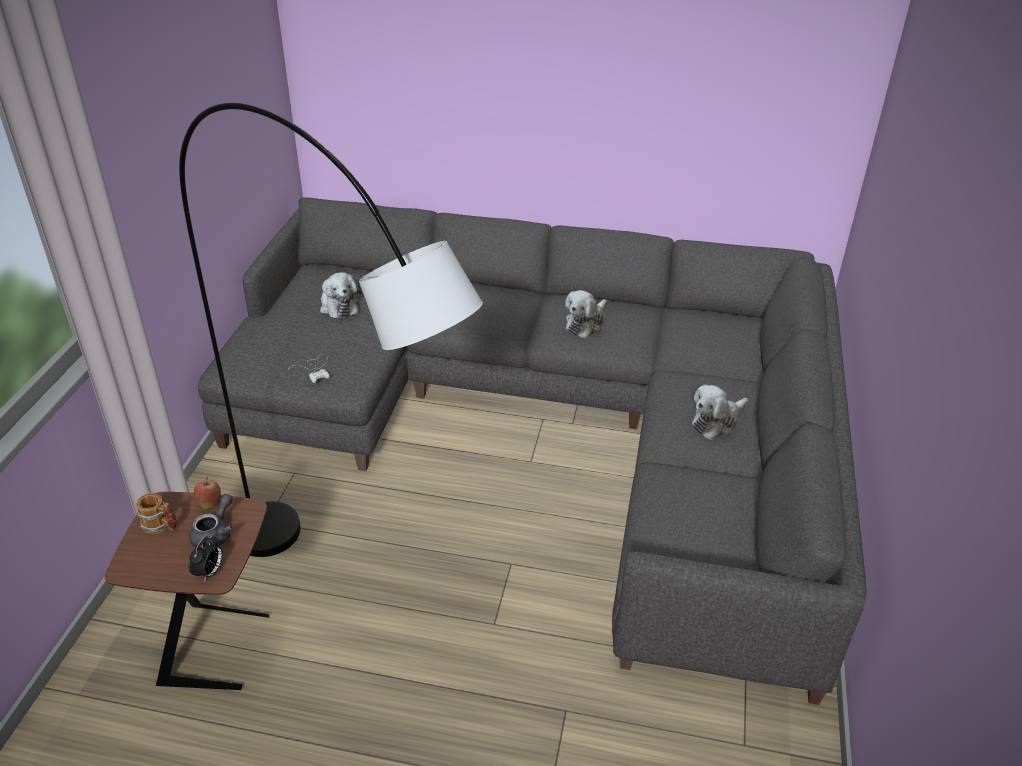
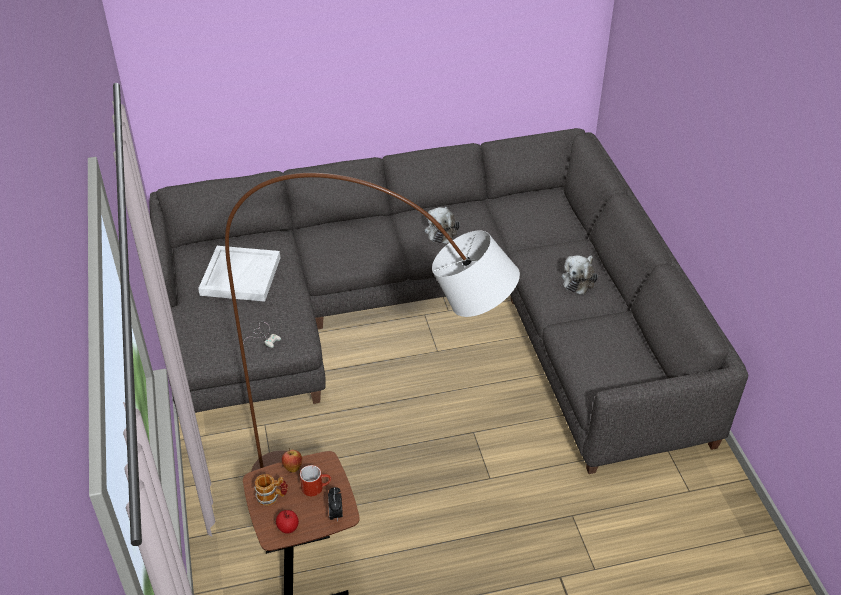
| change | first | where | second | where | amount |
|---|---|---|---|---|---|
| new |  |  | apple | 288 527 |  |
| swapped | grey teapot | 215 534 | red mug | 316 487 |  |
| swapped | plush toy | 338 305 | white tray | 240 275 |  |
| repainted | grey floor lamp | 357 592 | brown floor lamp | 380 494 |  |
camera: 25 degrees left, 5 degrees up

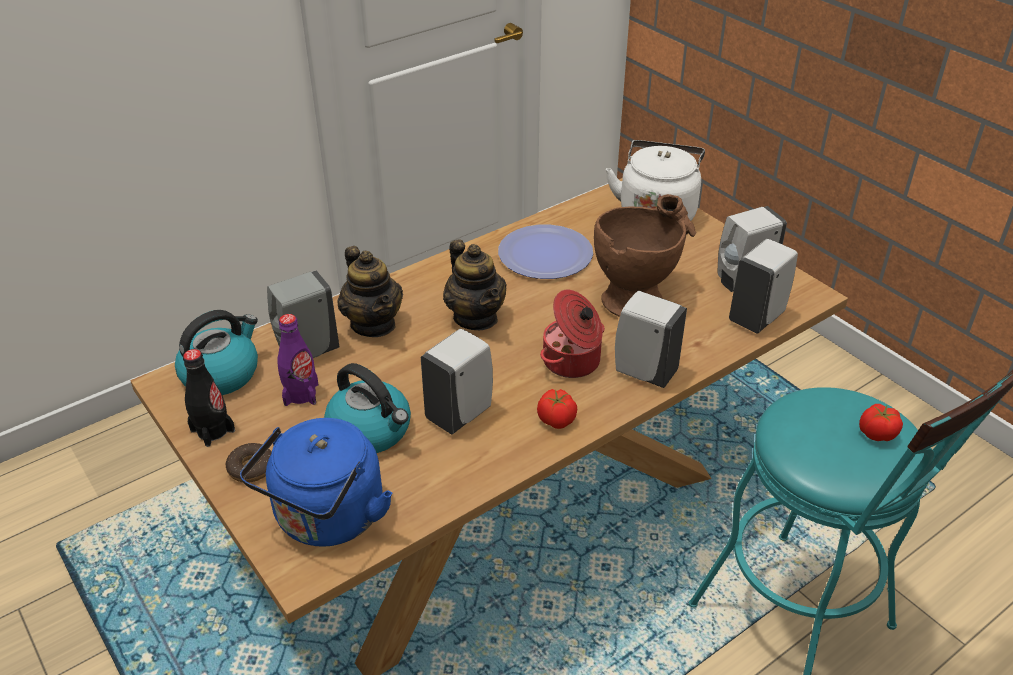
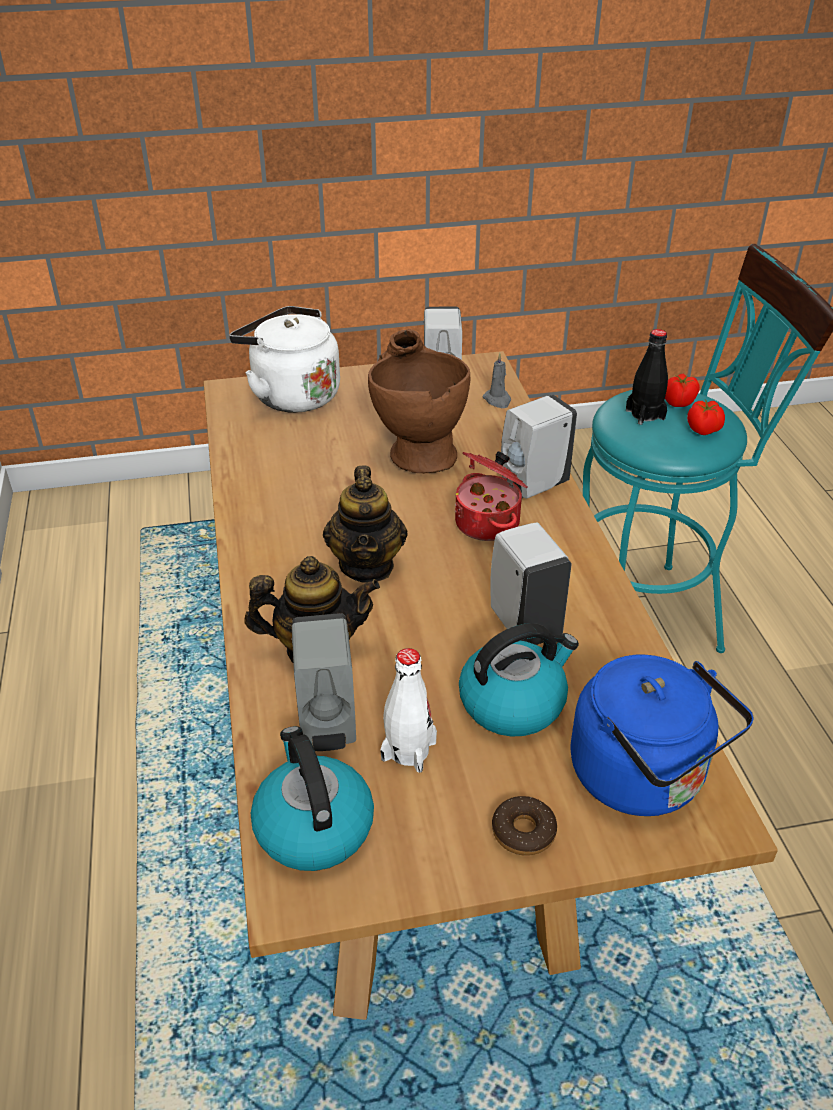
| change | first | where | second | where | amount |
|---|---|---|---|---|---|
| gone | plate | 545 254 |  |  |  |
| shifted | black bottle | 212 430 |  | 645 414 |  |
| shifted | tomato | 556 421 |  | 703 430 |  |
| swapped | white soap dispenser | 757 317 | grey candle | 497 400 |  |
| repainted | purple bottle | 301 394 | white bottle | 409 750 |  |
| rotated | teapot | 476 317 |  | 367 565 | 90 degrees clockwise |
camera: 65 degrees left, 0 degrees up

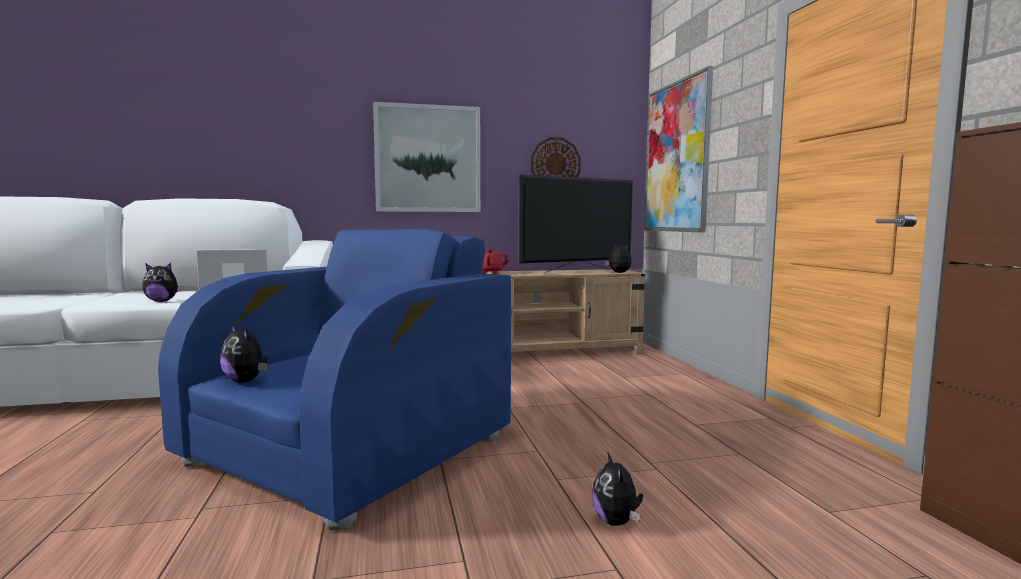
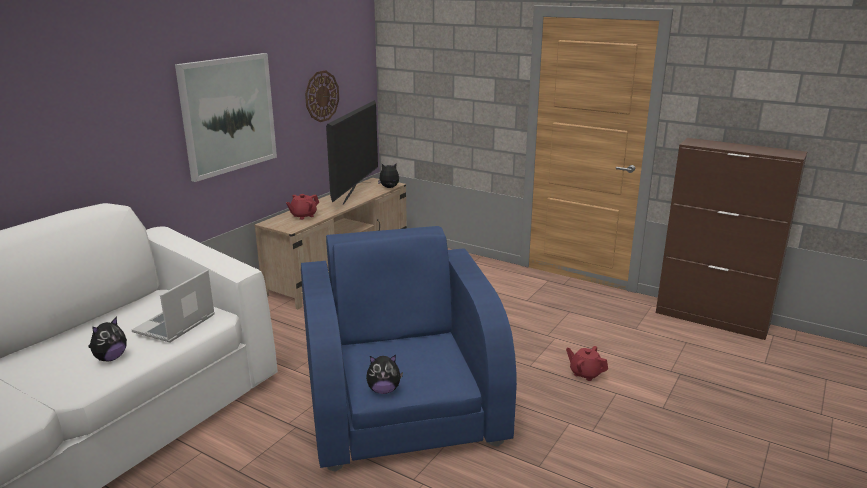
| change | first | where | second | where | amount |
|---|---|---|---|---|---|
| gone | picture | 676 157 |  |  |  |
| swapped | plush toy | 616 522 | red teapot | 585 373 |  |
camera: 45 degrees left, 15 degrees up

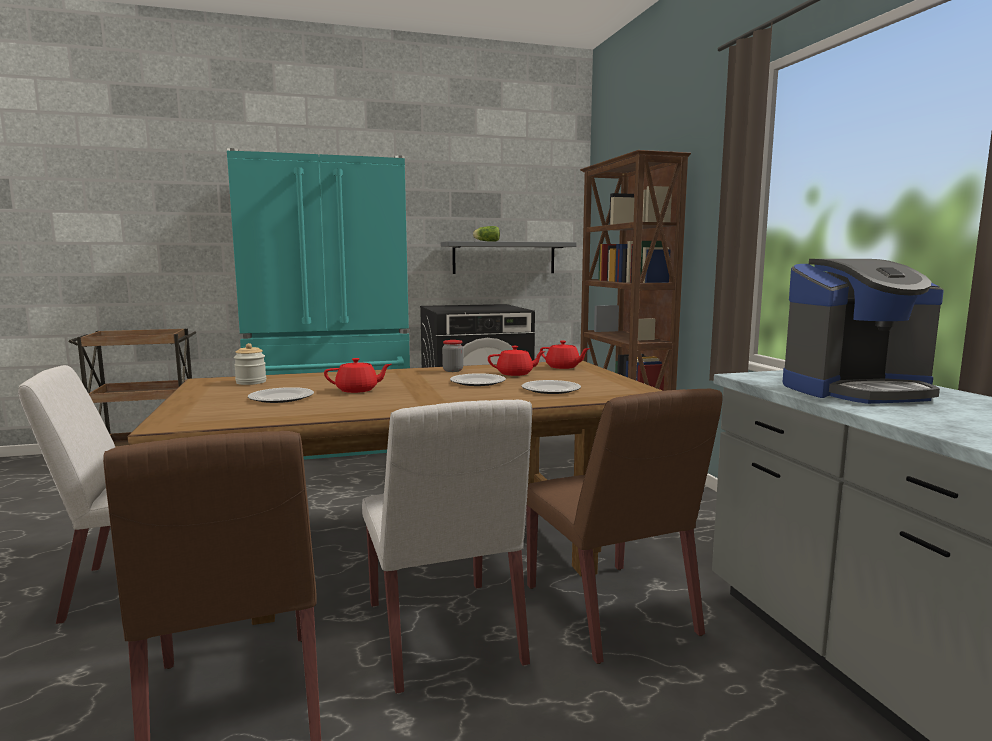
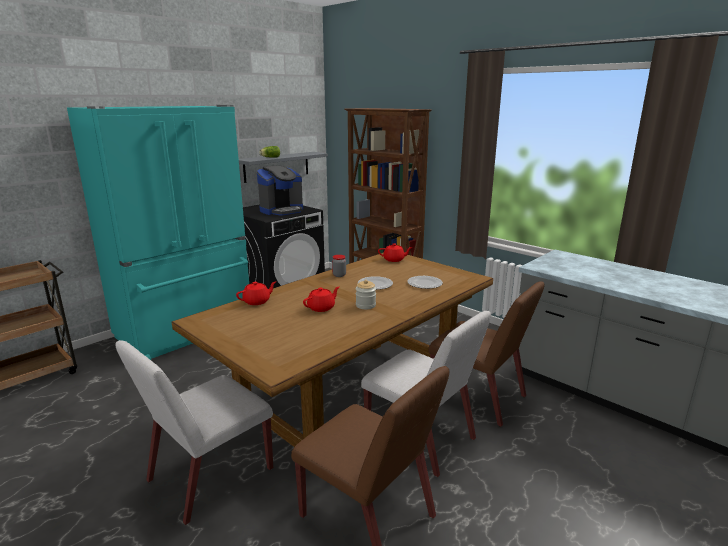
| change | first | where | second | where | amount |
|---|---|---|---|---|---|
| gone | plate | 282 398 |  |  |  |
| shifted | jar | 251 382 |  | 365 305 |  |
| shifted | red teapot | 515 374 |  | 257 301 |  |
| shifted | coffee machine | 856 390 |  | 282 210 |  |
camera: 30 degrees left, 10 degrees up

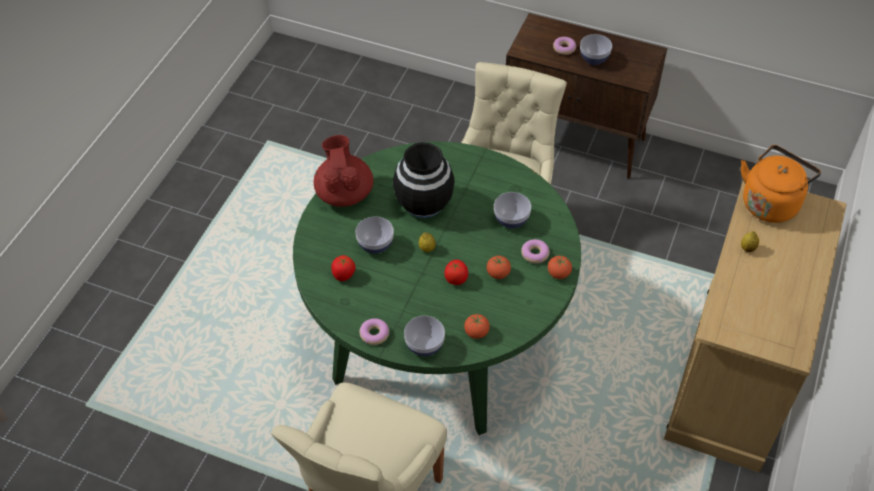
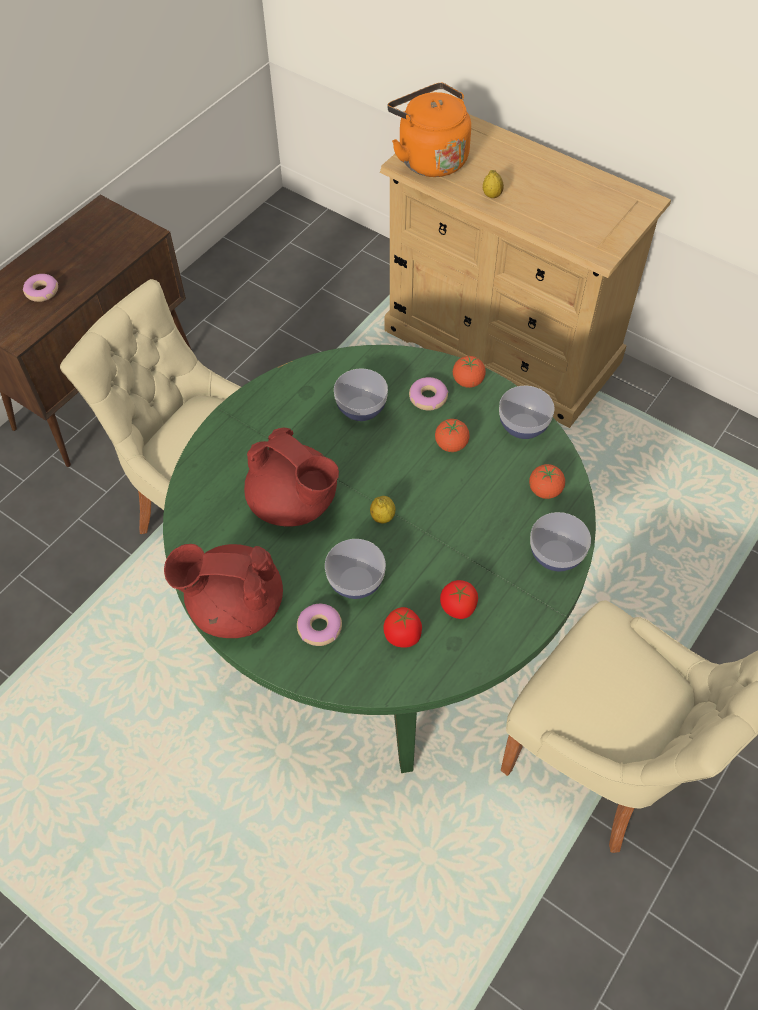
| change | first | where | second | where | amount |
|---|---|---|---|---|---|
| shifted | donut | 374 334 |  | 319 627 |  |
| shifted | tomato | 456 279 |  | 457 608 |  |
| shifted | bowl | 594 59 |  | 523 426 |  |
| swapped | black vase | 424 203 | red teapot | 294 503 |  |
camera: 75 degrees left, 5 degrees up

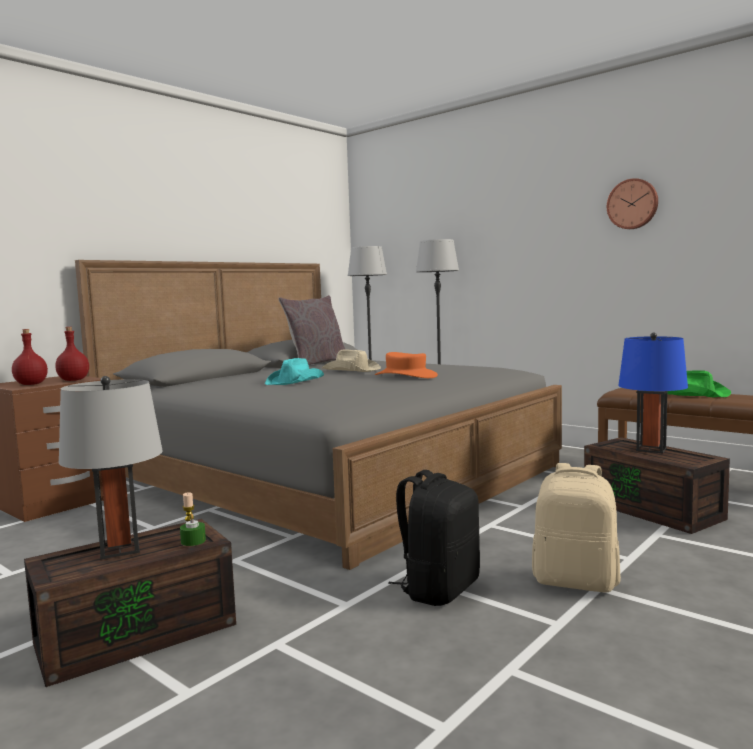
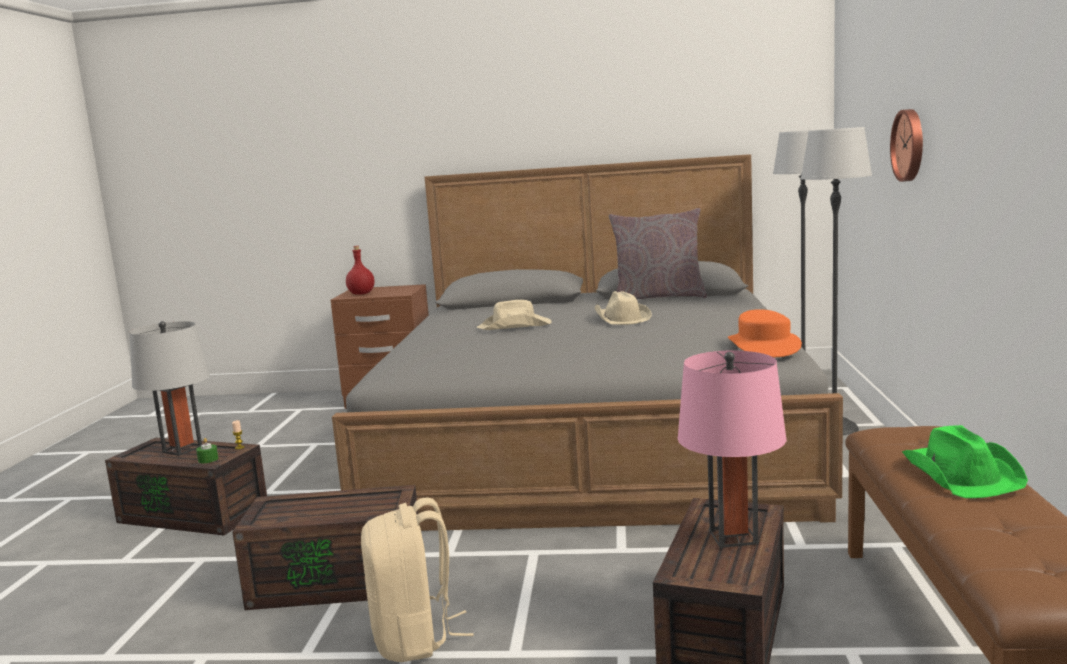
| change | first | where | second | where | amount |
|---|---|---|---|---|---|
| gone | red bottle | 73 380 |  |  |  |
| shifted | orange hat | 406 376 |  | 764 346 |  |
| shifted | wall clock | 633 204 |  | 910 145 |  |
| swapped | black backpack | 439 589 | brown storage box | 341 581 |  |
| repainted | turquoise hat | 295 381 | beige hat | 515 326 |  |
| repainted | blue table lamp | 651 449 | pink table lamp | 733 537 |  |
camera: 55 degrees right, 5 degrees up

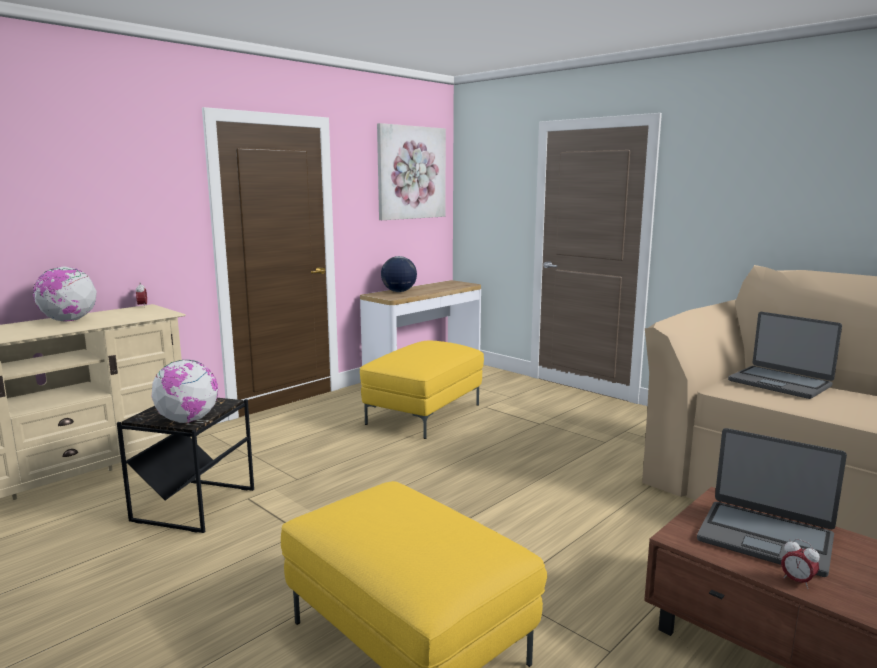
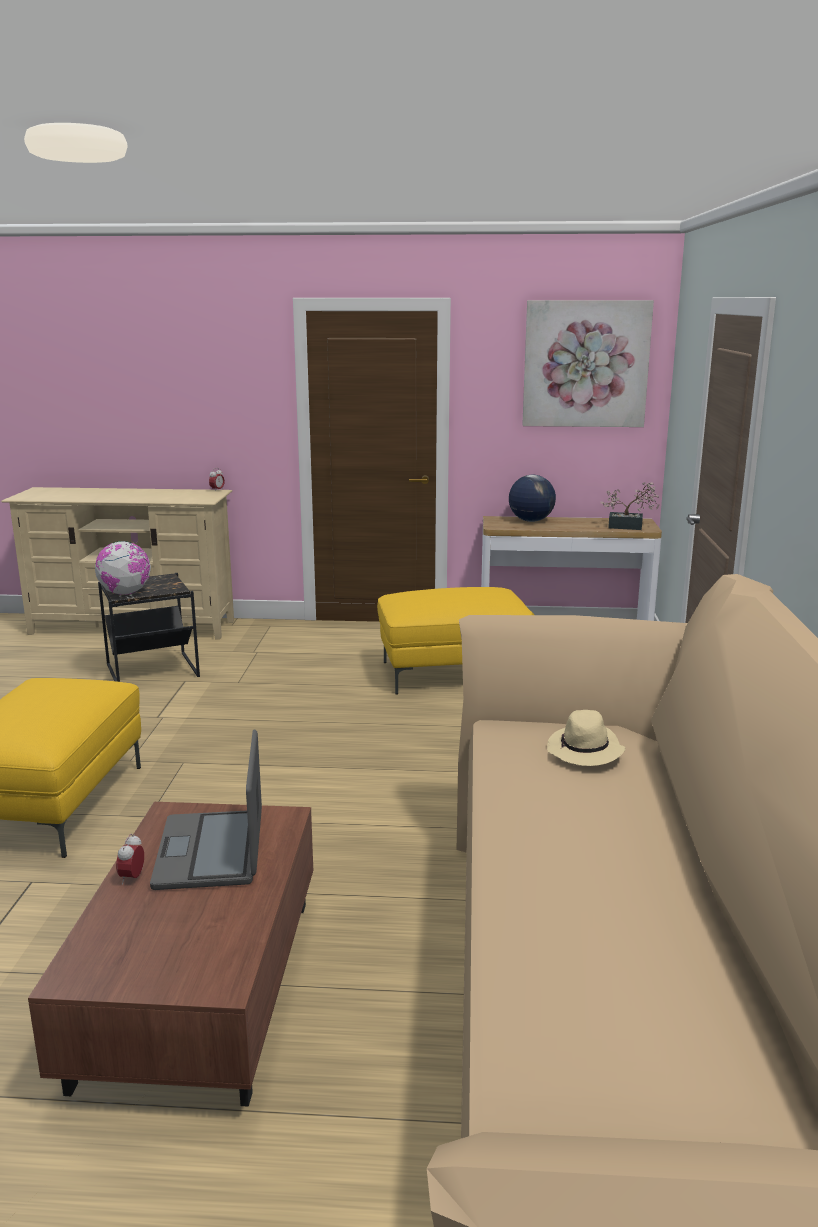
| change | first | where | second | where | amount |
|---|---|---|---|---|---|
| gone | globe | 68 320 |  |  |  |
| new |  |  | potted plant | 629 527 |  |
| swapped | laptop | 780 383 | beige hat | 585 751 |  |
camera: 50 degrees right, 5 degrees up

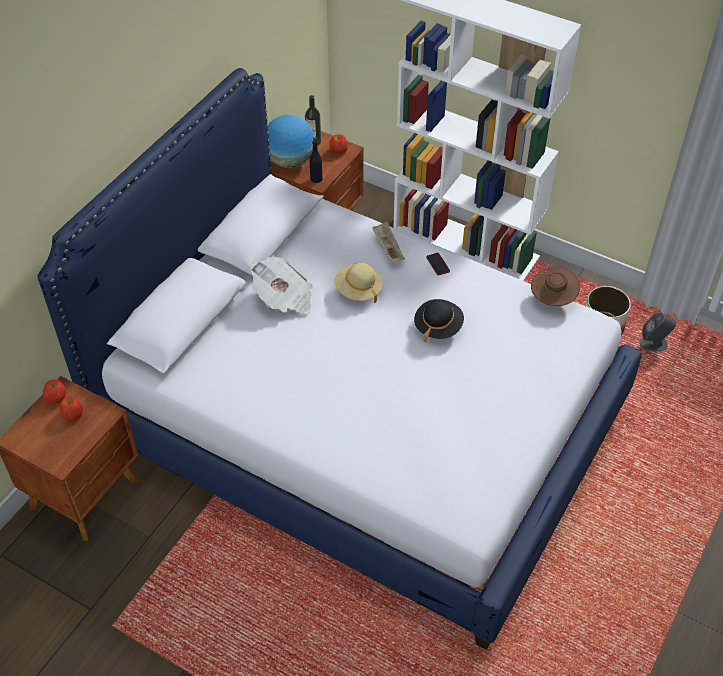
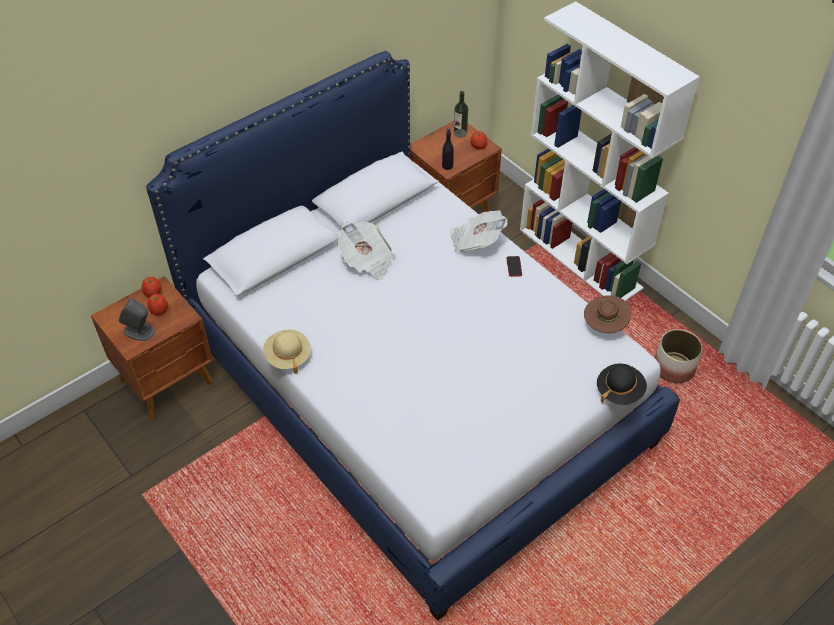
| change | first | where | second | where | amount |
|---|---|---|---|---|---|
| gone | globe | 290 161 |  |  |  |
| shifted | beige hat | 358 290 |  | 288 356 |  |
| shifted | black hat | 438 327 |  | 619 391 |  |
| shifted | grey speaker | 654 344 |  | 140 331 |  |
| swapped | beige tray | 387 248 | newspaper | 476 241 |  |
camera: 20 degrees right, 0 degrees up

